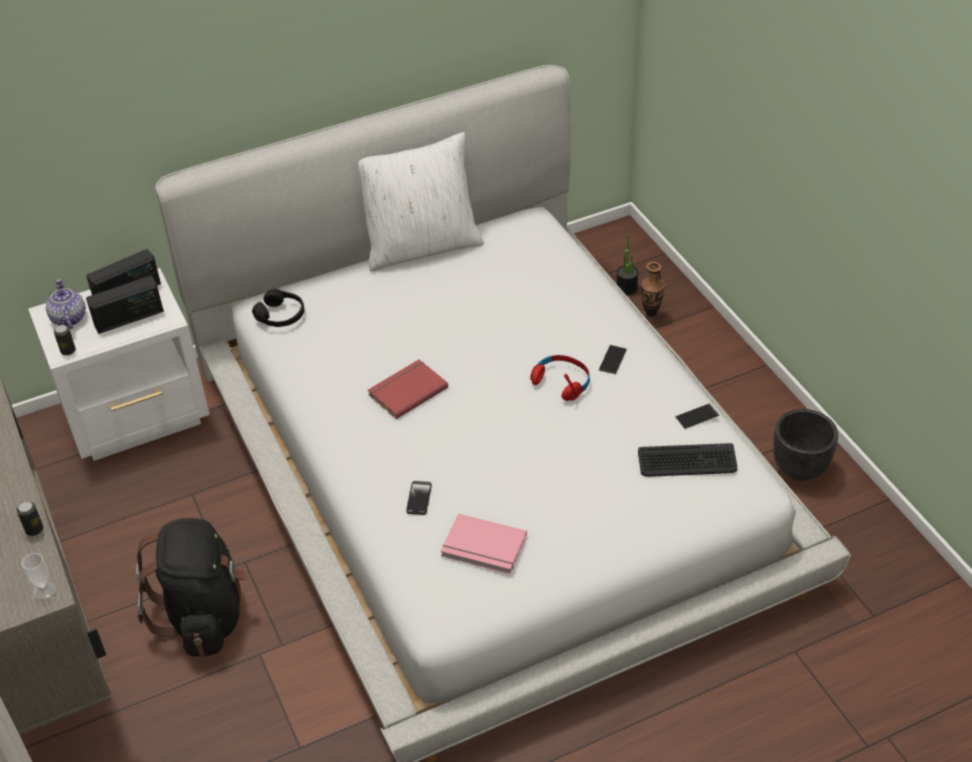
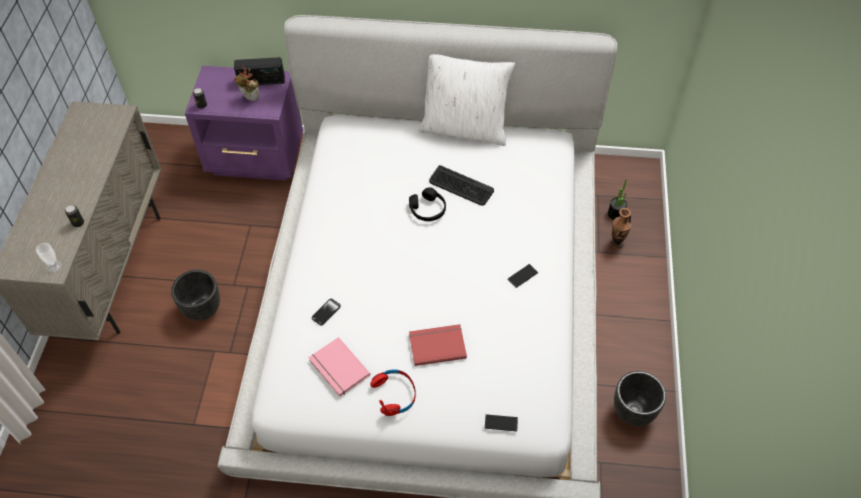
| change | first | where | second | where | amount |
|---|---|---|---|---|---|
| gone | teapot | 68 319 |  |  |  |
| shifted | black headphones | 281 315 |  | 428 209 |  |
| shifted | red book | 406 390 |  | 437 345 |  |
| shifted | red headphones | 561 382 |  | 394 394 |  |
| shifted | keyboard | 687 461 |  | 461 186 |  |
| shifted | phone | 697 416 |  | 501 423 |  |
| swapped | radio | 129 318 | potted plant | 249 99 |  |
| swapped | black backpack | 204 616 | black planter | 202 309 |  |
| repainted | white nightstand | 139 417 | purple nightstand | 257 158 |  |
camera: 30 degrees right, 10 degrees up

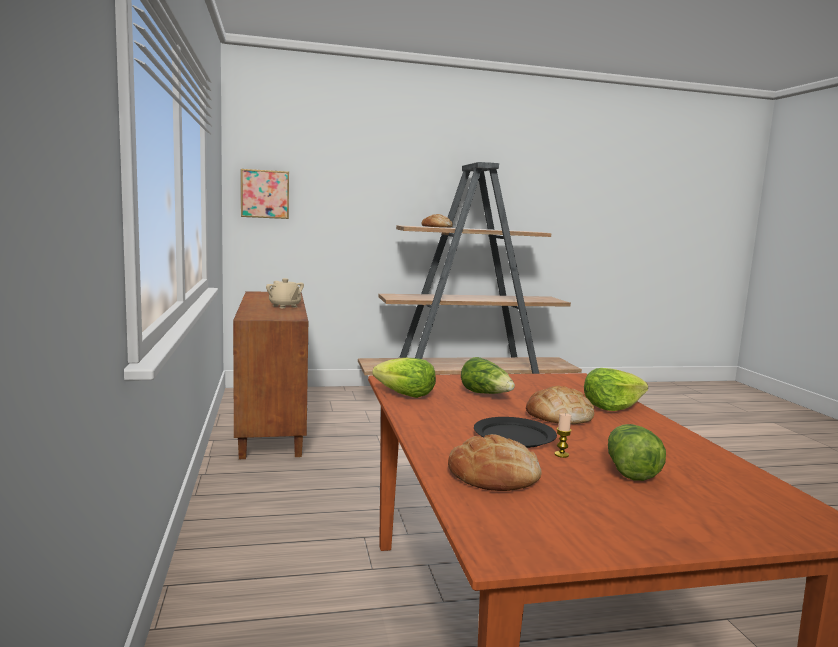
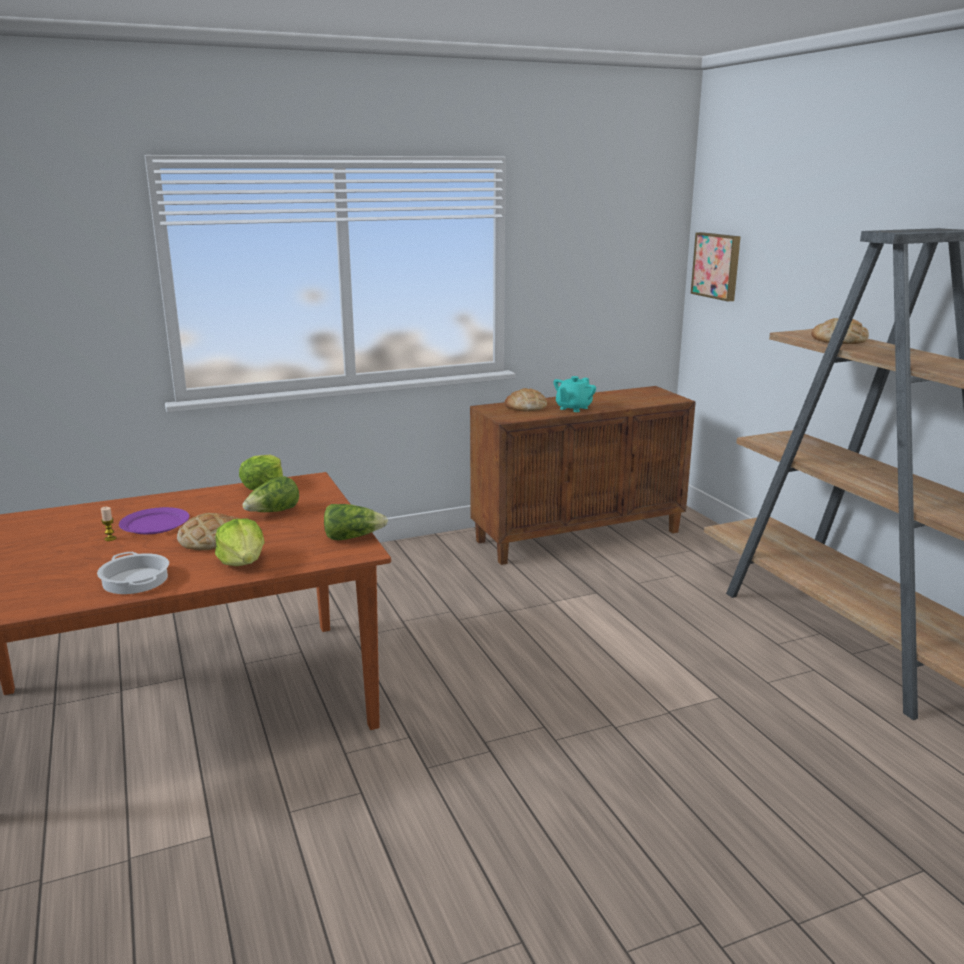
| change | first | where | second | where | amount |
|---|---|---|---|---|---|
| new |  |  | cooking pot | 136 580 |  |
| shifted | bread | 494 474 |  | 525 406 |  |
| shifted | lettuce | 629 469 |  | 352 537 |  |
| repainted | beige teapot | 285 306 | turquoise teapot | 573 408 |  |
| repainted | black plate | 515 436 | purple plate | 155 524 |  |
camera: 80 degrees right, 10 degrees up

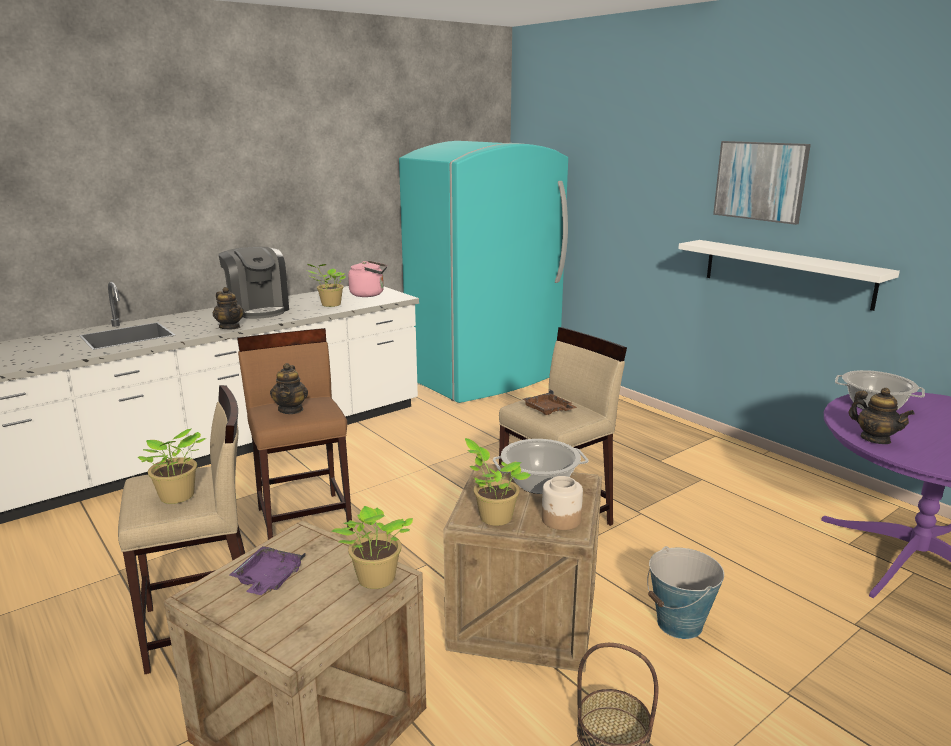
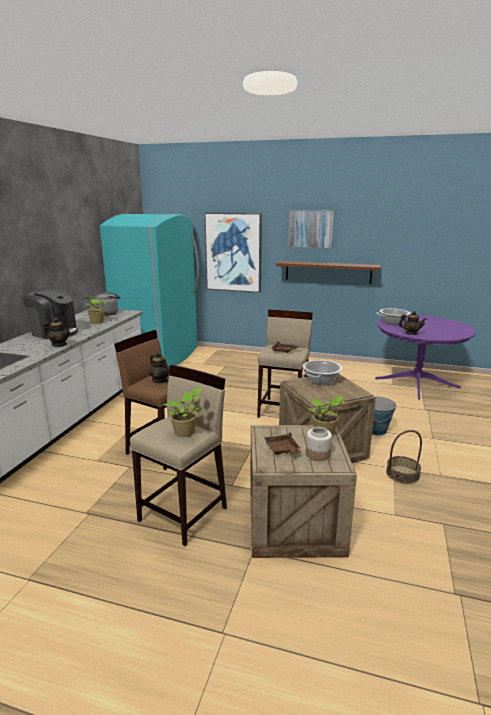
| change | first | where | second | where | amount |
|---|---|---|---|---|---|
| gone | potted plant | 493 517 |  |  |  |
| new |  |  | picture | 233 252 |  |
| shifted | jar | 561 520 |  | 318 454 |  |
| repainted | purple tray | 268 579 | brown tray | 282 450 |  |
| repainted | pink kettle | 369 294 | grey kettle | 108 313 |  |
| repainted | white shelf | 786 273 | brown shelf | 328 272 |  |
camera: 35 degrees left, 0 degrees up

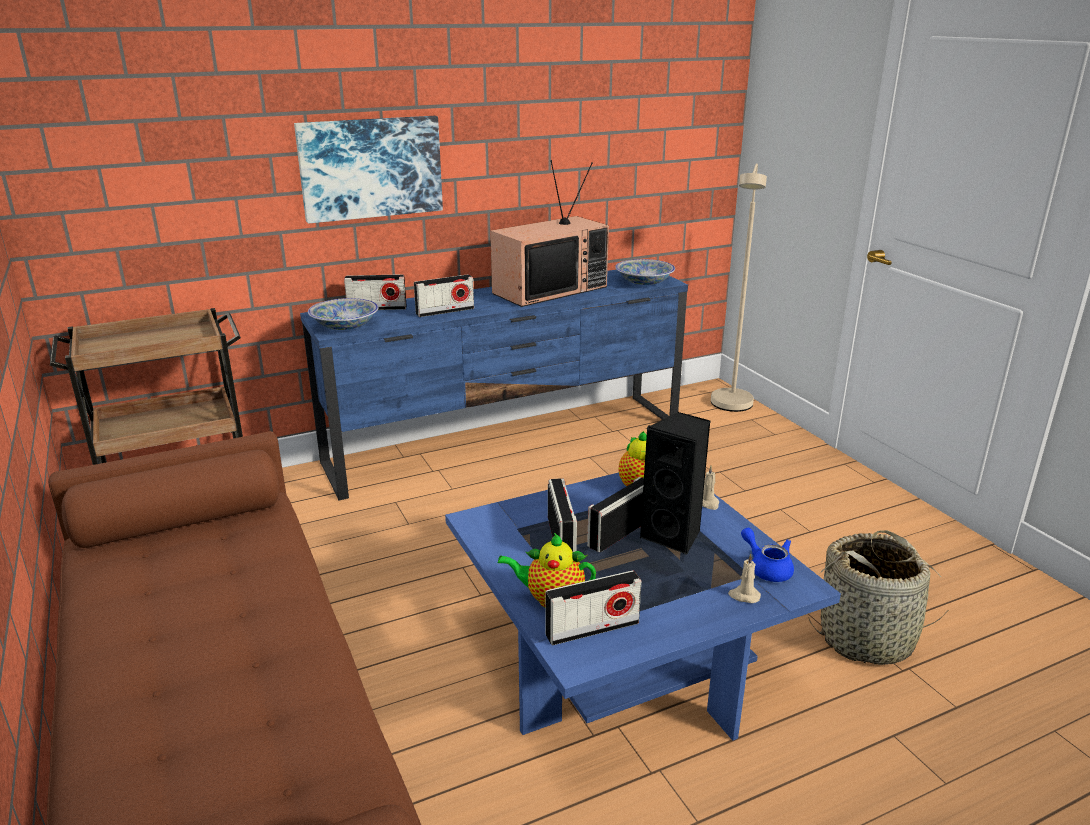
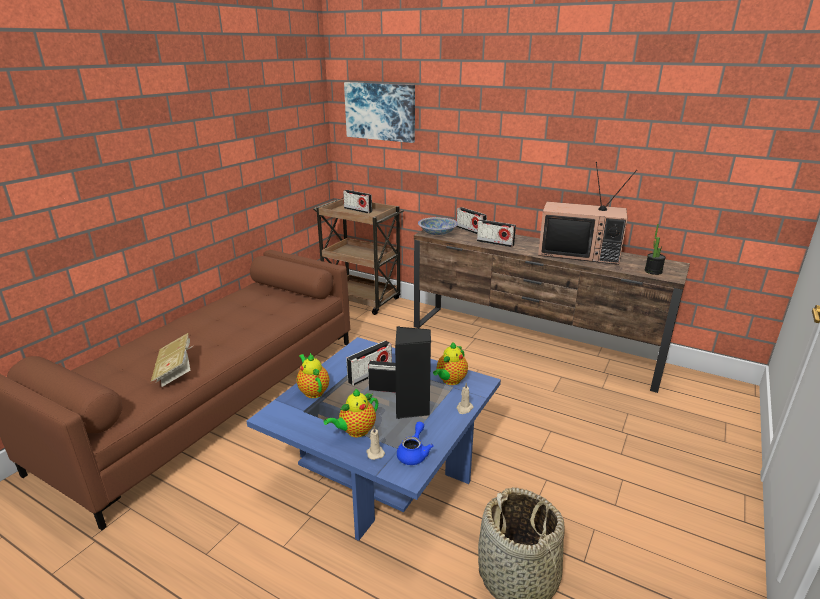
| change | first | where | second | where | amount |
|---|---|---|---|---|---|
| gone | beige floor lamp | 730 407 |  |  |  |
| new |  |  | book | 176 371 |  |
| new |  |  | teapot | 355 431 |  |
| shifted | picture | 370 168 |  | 380 111 |  |
| shifted | radio | 592 629 |  | 358 210 |  |
| swapped | bowl | 644 282 | potted plant | 653 271 |  |
| repainted | blue tv stand | 508 442 | brown tv stand | 532 345 |  |
camera: 55 degrees right, 0 degrees up

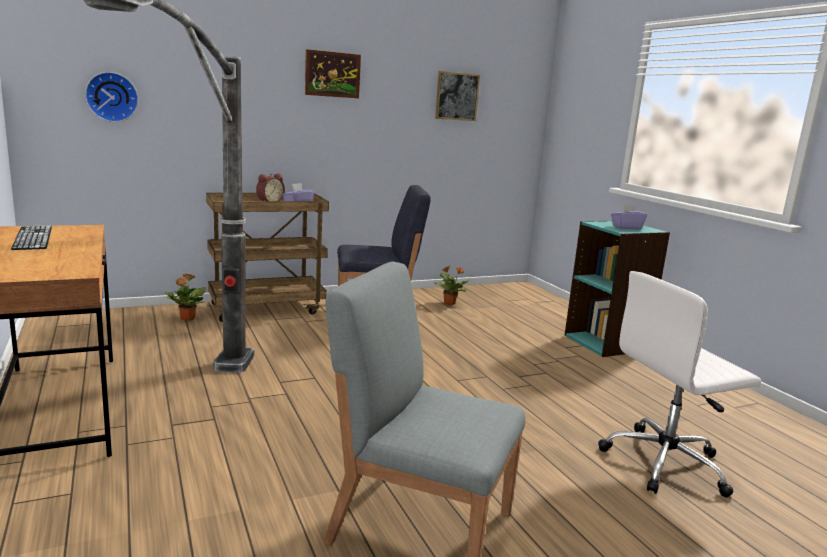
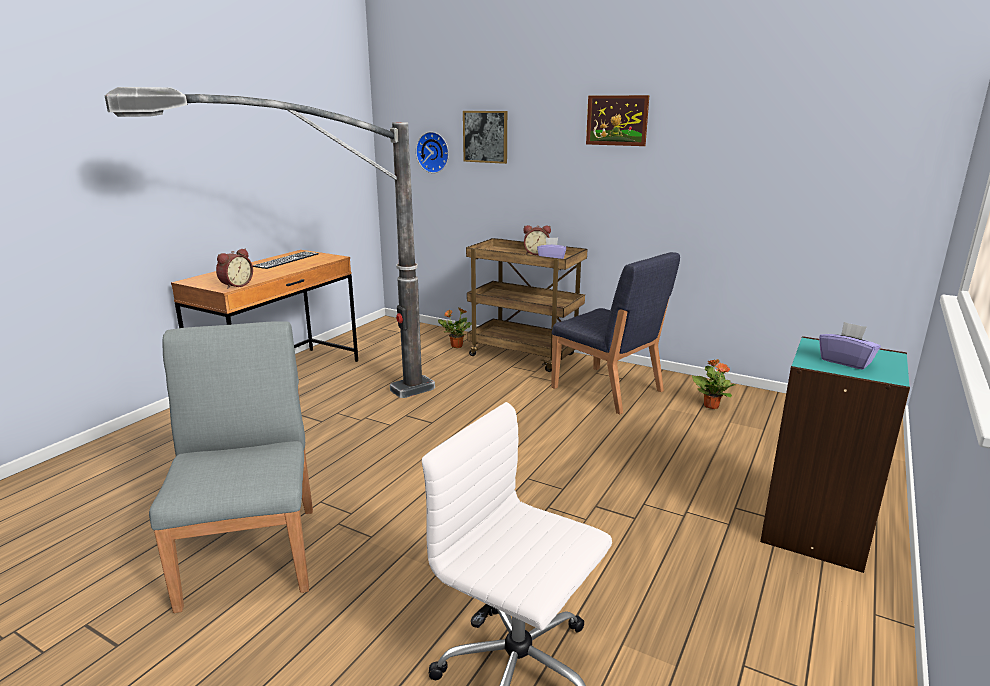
| change | first | where | second | where | amount |
|---|---|---|---|---|---|
| new |  |  | alarm clock | 235 285 |  |
| shifted | picture | 457 96 |  | 485 136 |  |
camera: 55 degrees right, 5 degrees up

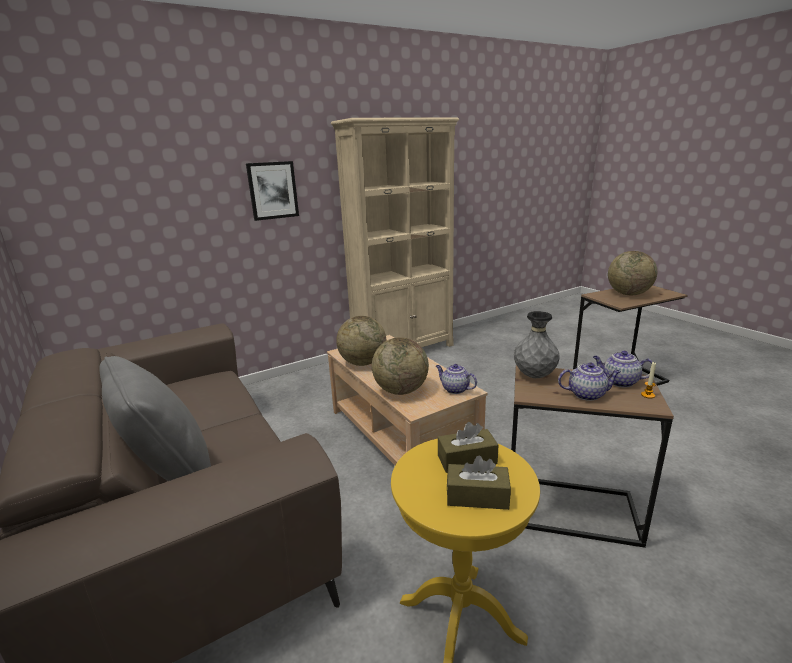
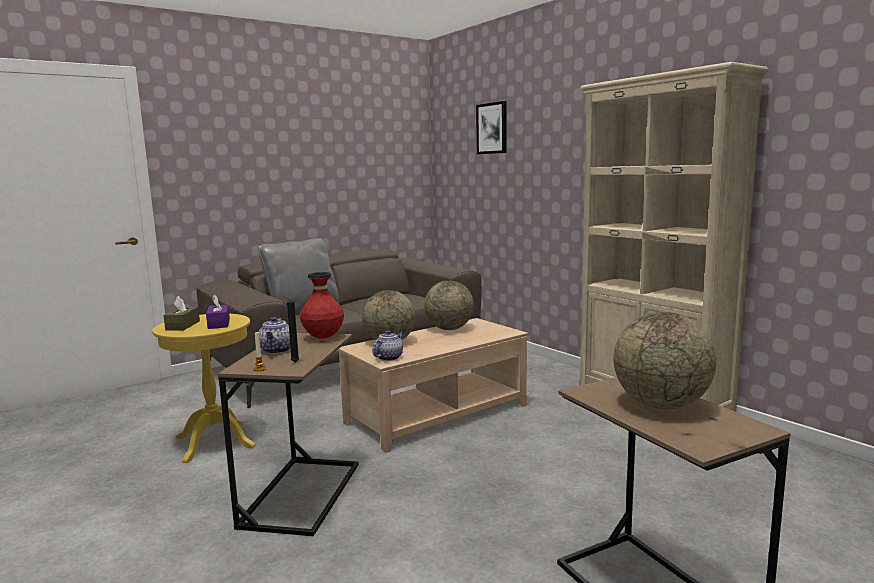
| change | first | where | second | where | amount |
|---|---|---|---|---|---|
| shifted | picture | 272 190 |  | 492 128 |  |
| swapped | teapot | 619 382 | black candle | 293 362 |  |
| repainted | brown tissue box | 467 460 | purple tissue box | 219 324 |  |
| repainted | grey vase | 534 376 | red vase | 323 337 |  |
camera: 85 degrees right, 10 degrees down

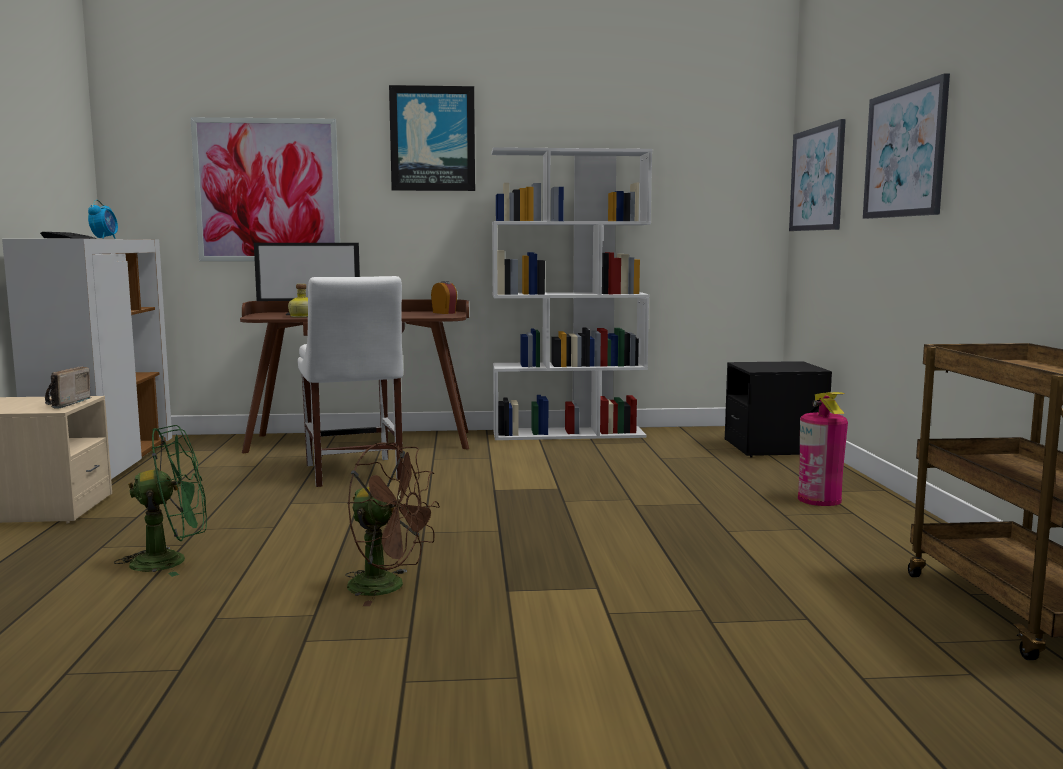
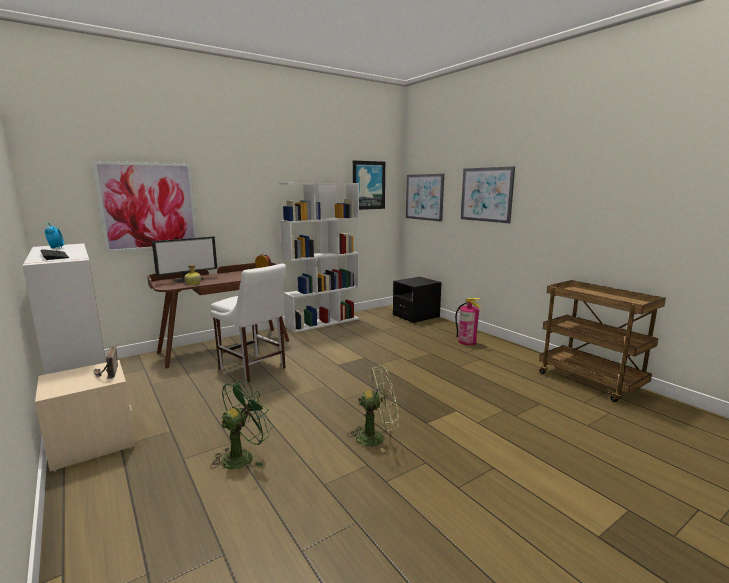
| change | first | where | second | where | amount |
|---|---|---|---|---|---|
| shifted | picture | 432 139 |  | 368 185 |  |
| repainted | brown fan | 388 587 | green fan | 376 437 |  |
camera: 30 degrees left, 5 degrees up

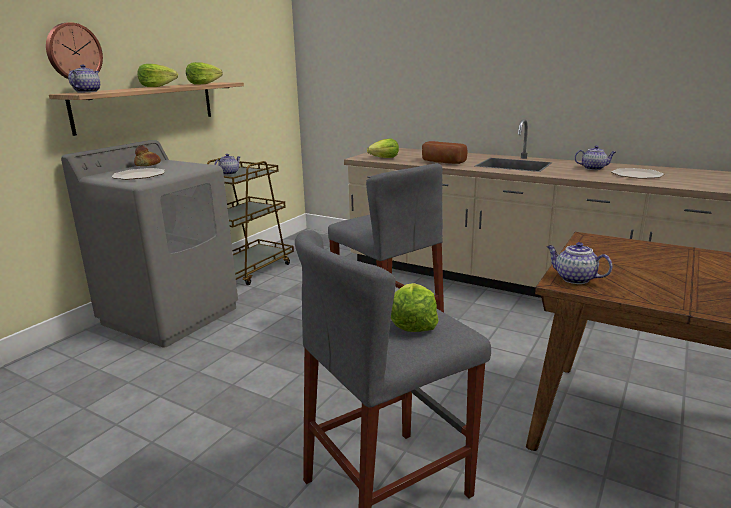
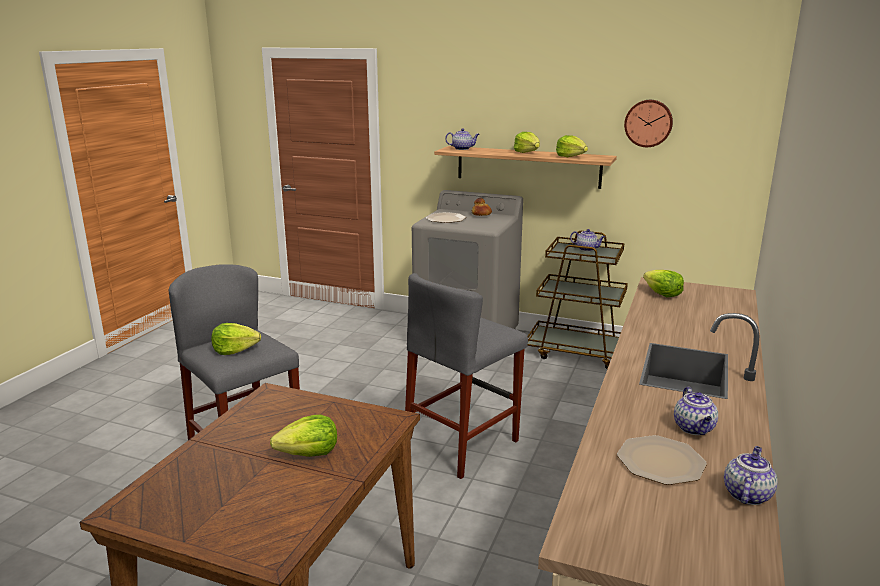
| change | first | where | second | where | amount |
|---|---|---|---|---|---|
| gone | bread | 441 162 |  |  |  |
| new |  |  | lettuce | 309 453 |  |
| shifted | wall clock | 73 52 |  | 648 123 |  |
| shifted | teapot | 574 279 |  | 746 494 |  |
camera: 80 degrees right, 0 degrees up

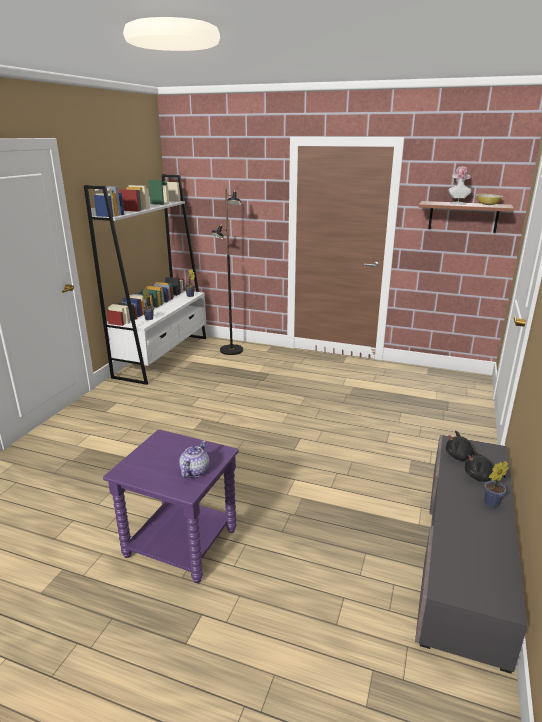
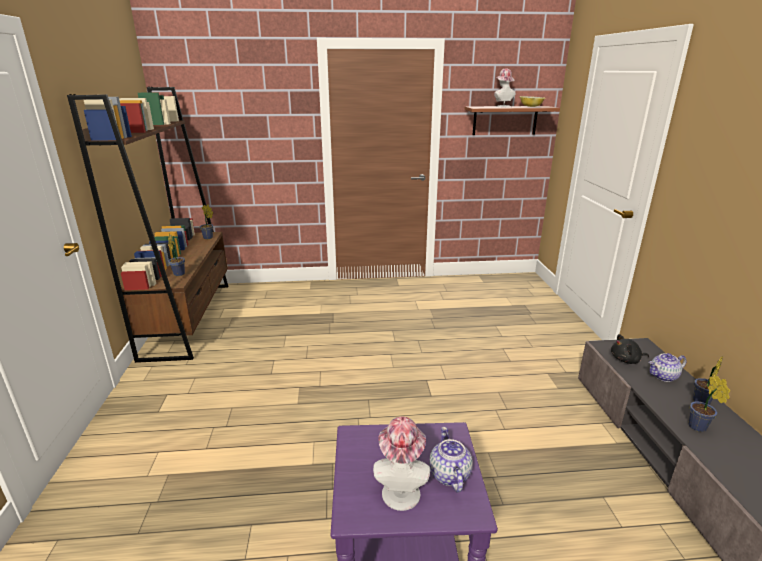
| change | first | where | second | where | amount |
|---|---|---|---|---|---|
| gone | black floor lamp | 231 350 |  |  |  |
| new |  |  | hat | 400 489 |  |
| new |  |  | potted plant | 699 428 |  |
| swapped | black plush toy | 480 477 | teapot | 663 376 |  |
| repainted | white bookcase | 163 356 | brown bookcase | 189 318 |  |
camera: 25 degrees left, 0 degrees up

